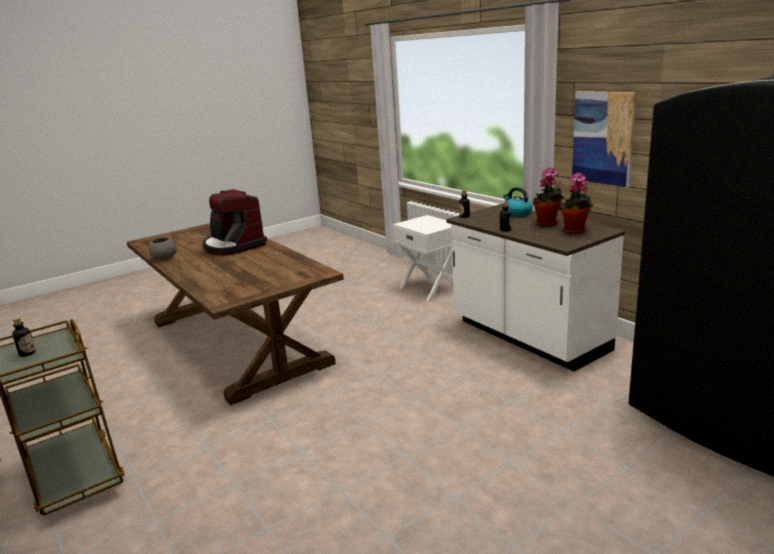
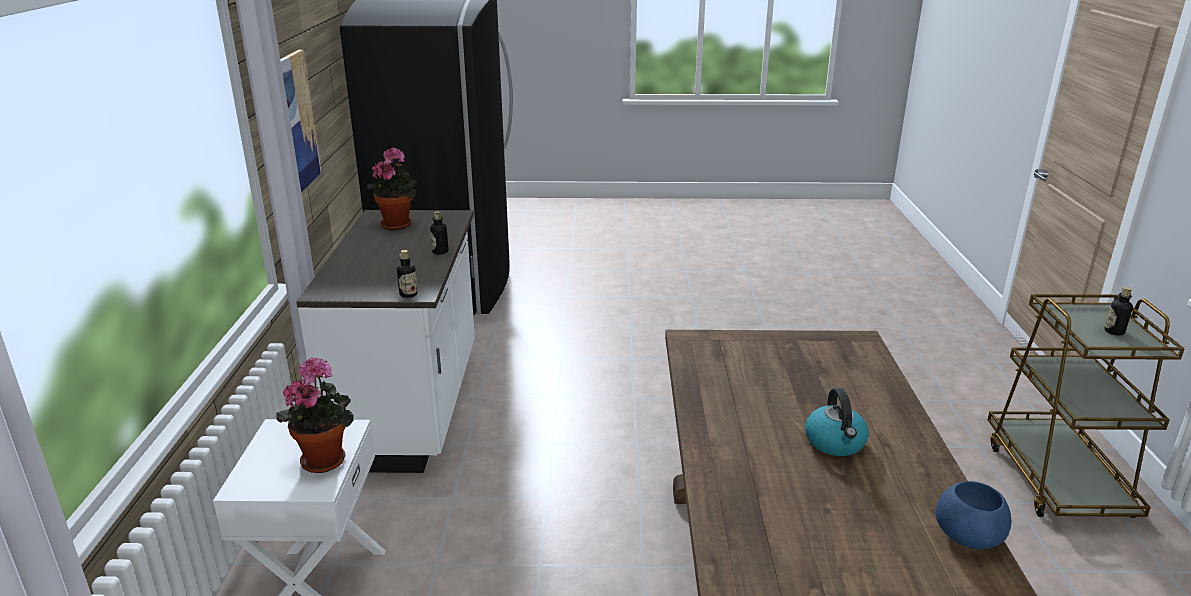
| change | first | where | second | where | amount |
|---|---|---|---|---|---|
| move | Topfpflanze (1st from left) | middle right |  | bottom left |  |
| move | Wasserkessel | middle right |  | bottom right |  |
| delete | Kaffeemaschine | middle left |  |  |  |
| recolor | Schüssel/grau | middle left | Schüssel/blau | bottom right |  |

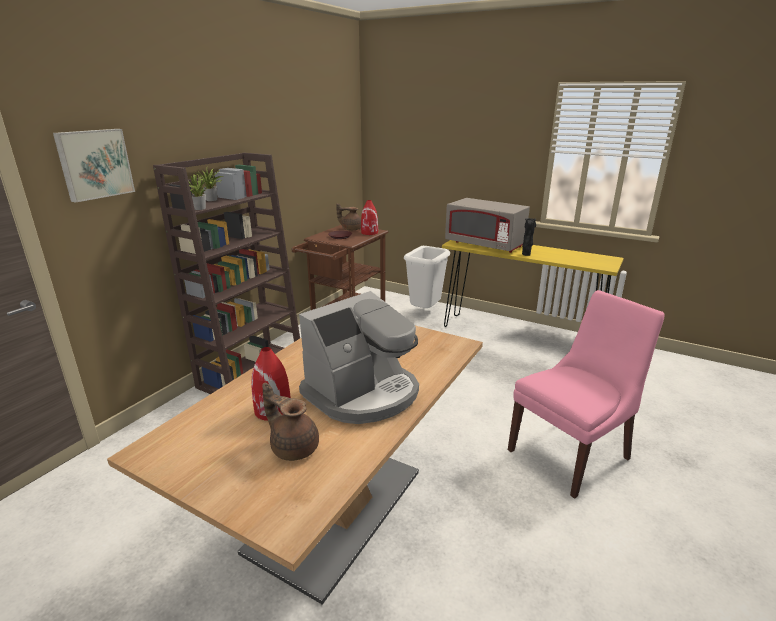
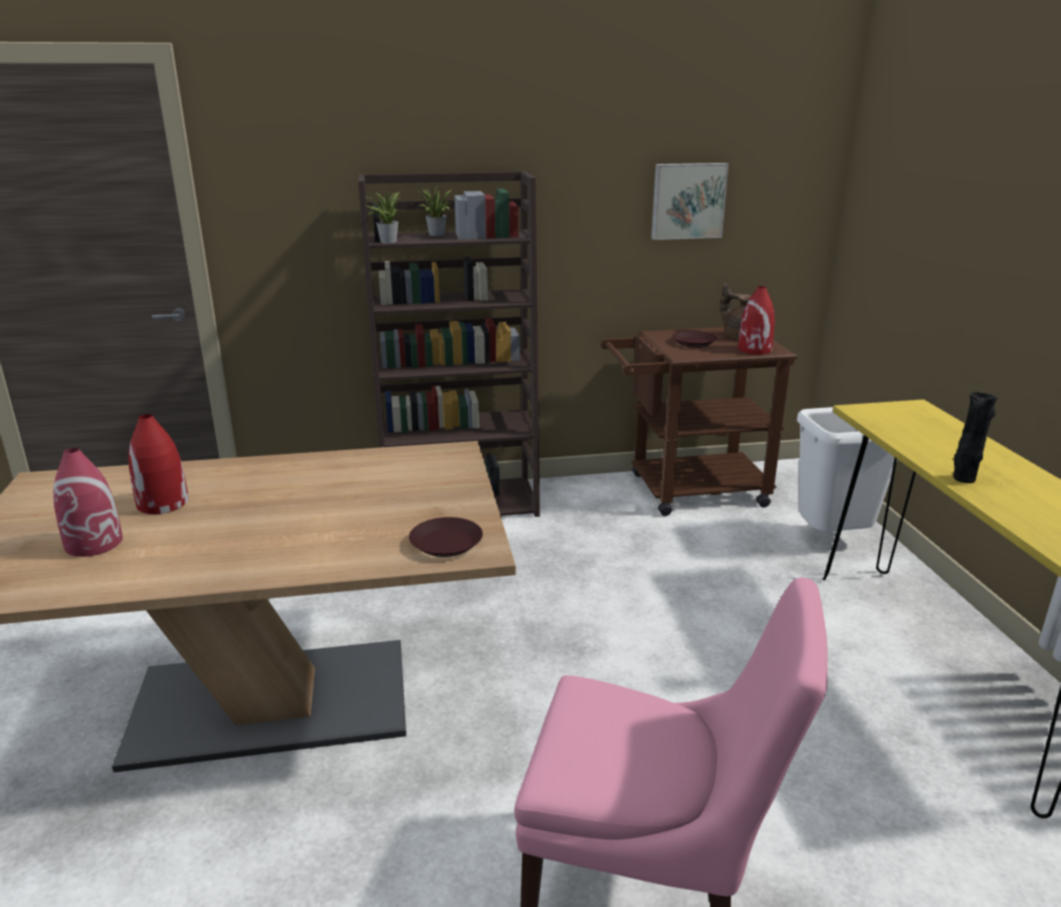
| change | first | where | second | where | amount |
|---|---|---|---|---|---|
| move | Bild | top left |  | top centre |  |
| delete | Mikrowelle/grau | centre |  |  |  |
| delete | Kaffeemaschine | centre |  |  |  |
| replace | Teekanne/braun (1st from left) | bottom centre | Vase/rot (1st from left) | middle left |  |
| insert |  |  | Teller/braun (1st from left) | centre |  |

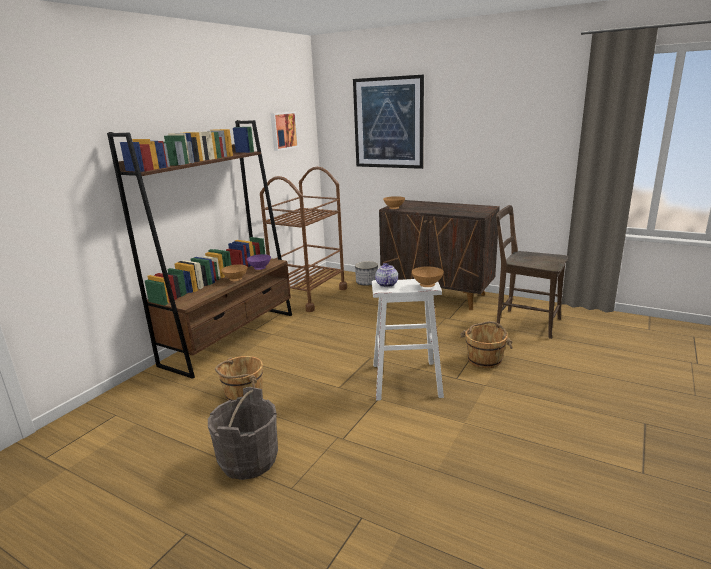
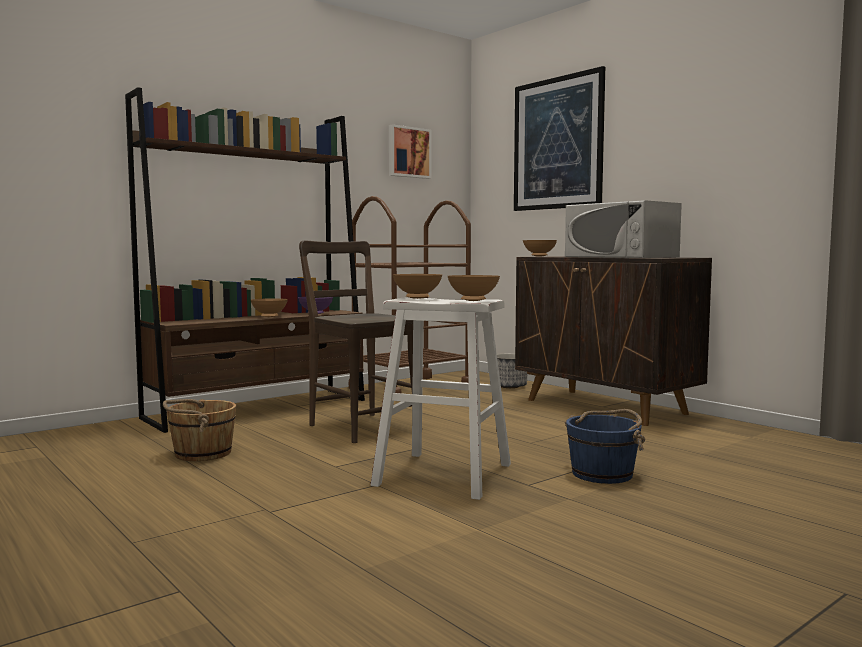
| change | first | where | second | where | amount |
|---|---|---|---|---|---|
| move | Stuhl/braun | middle right |  | centre |  |
| replace | Teekanne | centre | Schüssel/braun (2nd from left) | centre |  |
| recolor | Eimer/braun (2nd from left) | middle right | Eimer/blau | bottom right |  |
| delete | Eimer/grau | bottom centre |  |  |  |
| insert |  |  | Mikrowelle/weiß | middle right |  |

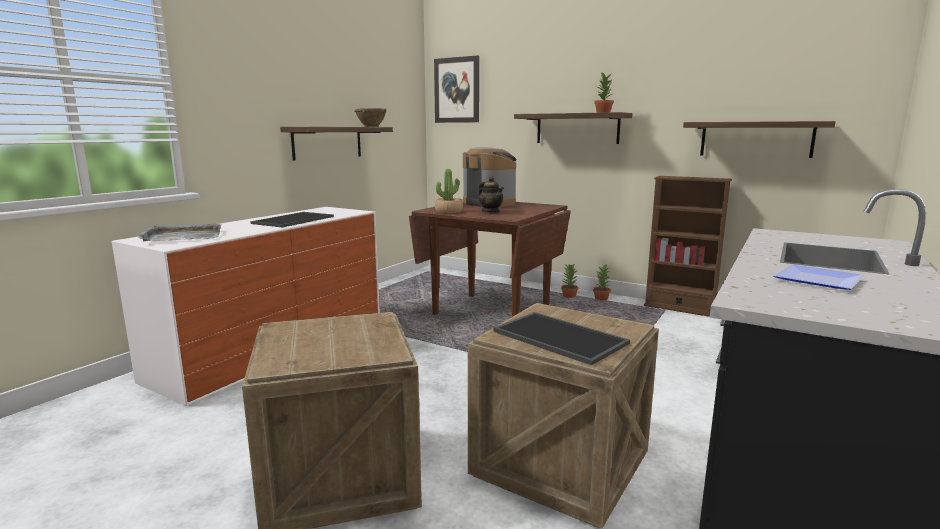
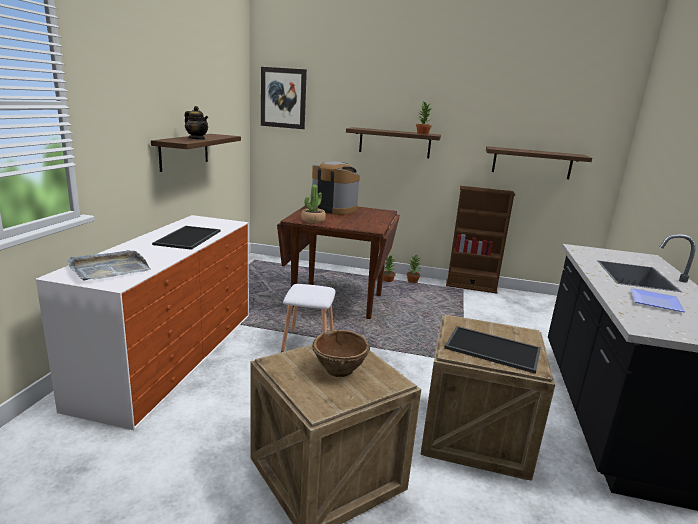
| change | first | where | second | where | amount |
|---|---|---|---|---|---|
| move | Schüssel/braun | top centre |  | bottom centre |  |
| move | Teekanne | centre |  | top left |  |
| insert |  |  | Hocker/weiß | centre |  |

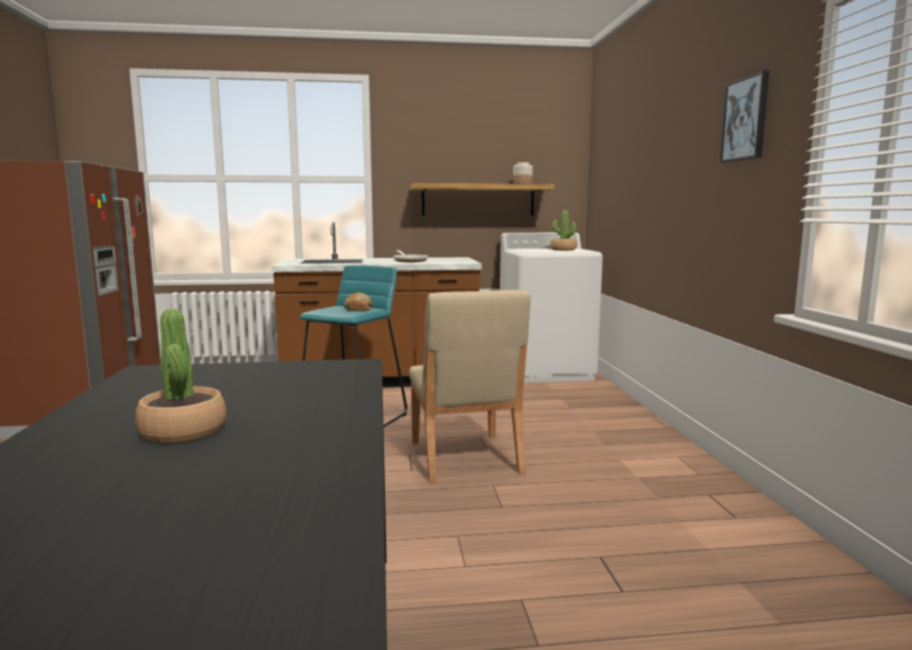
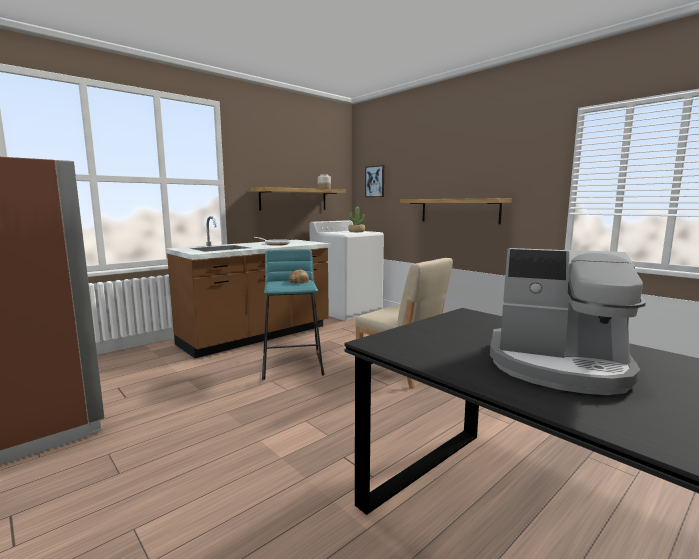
| change | first | where | second | where | amount |
|---|---|---|---|---|---|
| move | Bild | top right |  | top centre |  |
| replace | Topfpflanze (1st from left) | middle left | Kaffeemaschine | middle right |  |
| insert |  |  | Wandregal (2nd from left) | centre |  |

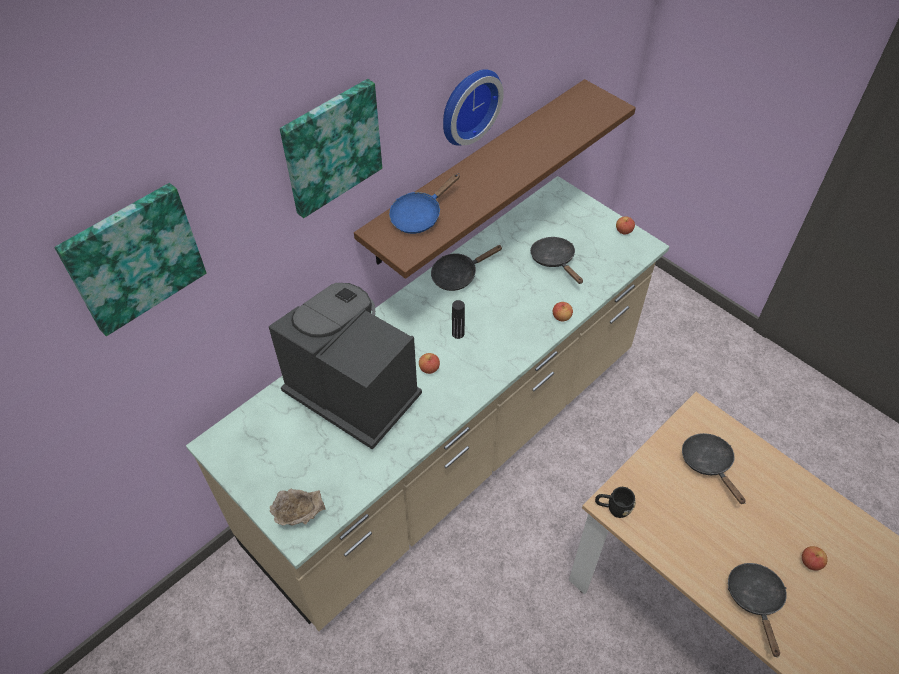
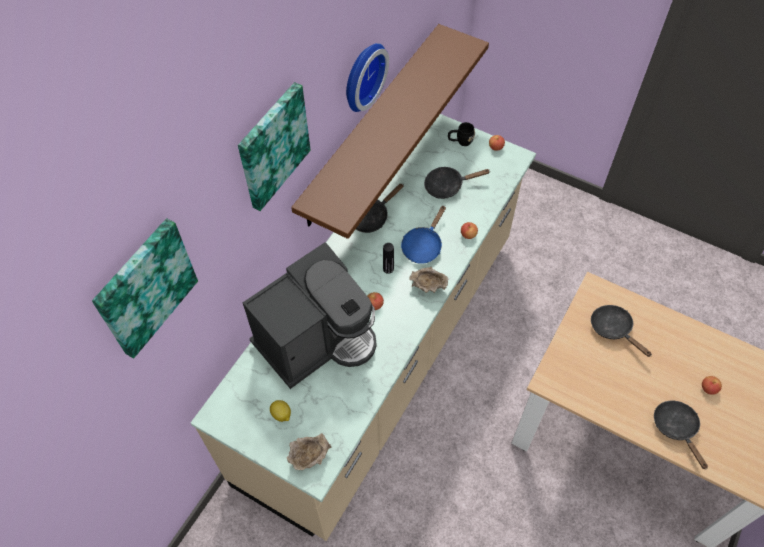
| change | first | where | second | where | amount |
|---|---|---|---|---|---|
| move | Pfanne/blau | top centre |  | centre |  |
| rotate | Pfanne/schwarz (2nd from left) | centre |  | centre | 60 degrees counterclockwise |
| rotate | Kaffeemaschine | centre |  | centre | 120 degrees clockwise |
| move | Henkelbecher/schwarz | bottom right |  | top centre |  |
| insert |  |  | Schüssel/beige (2nd from left) | centre |  |
| insert |  |  | Zitrone | bottom centre |  |

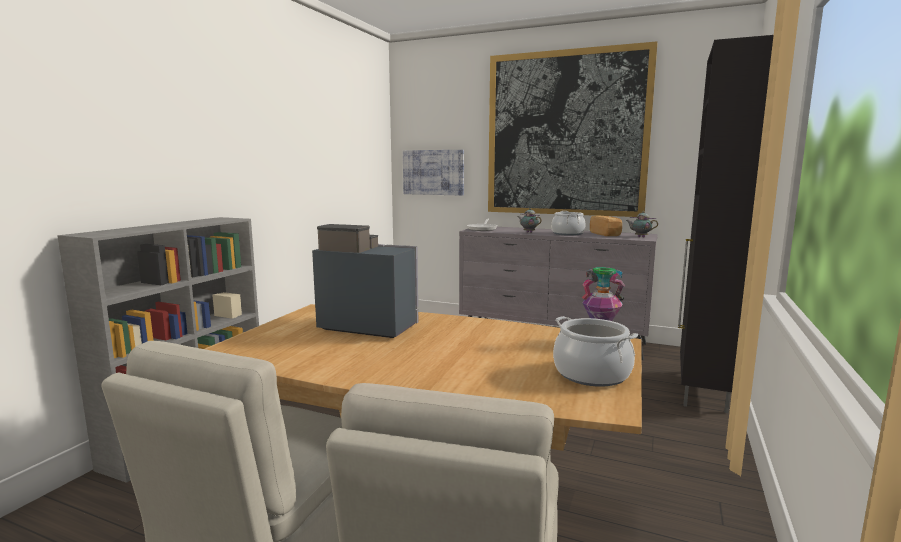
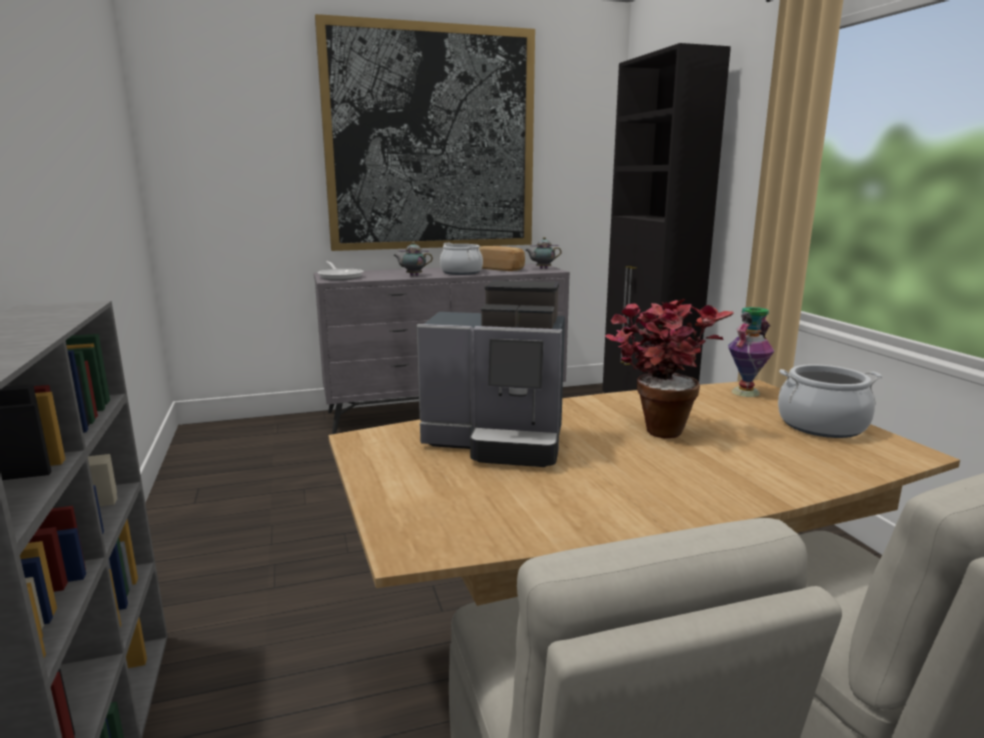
| change | first | where | second | where | amount |
|---|---|---|---|---|---|
| delete | Bild (1st from left) | top centre |  |  |  |
| rotate | Kaffeemaschine | centre |  | centre | 150 degrees counterclockwise |
| insert |  |  | Topfpflanze | middle right |  |

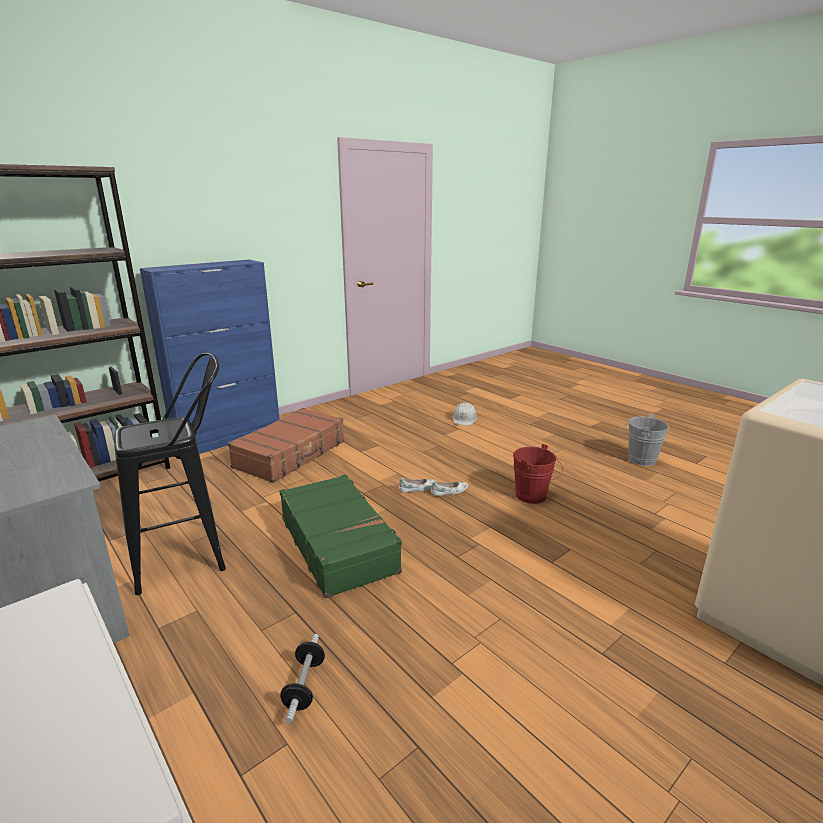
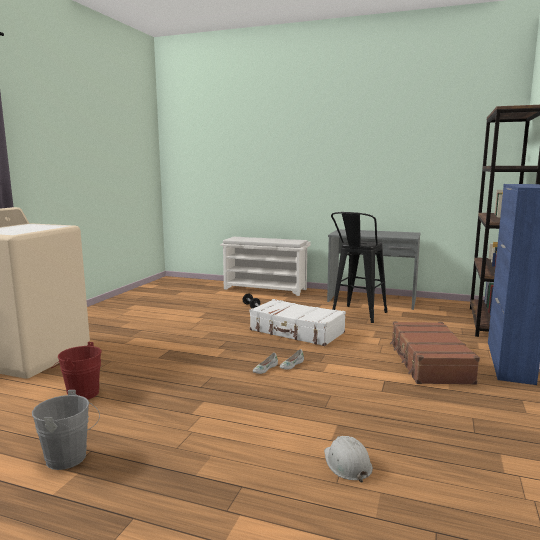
| change | first | where | second | where | amount |
|---|---|---|---|---|---|
| move | Eimer/rot | centre |  | bottom left |  |
| recolor | Koffer/grün | centre | Koffer/weiß | centre |  |

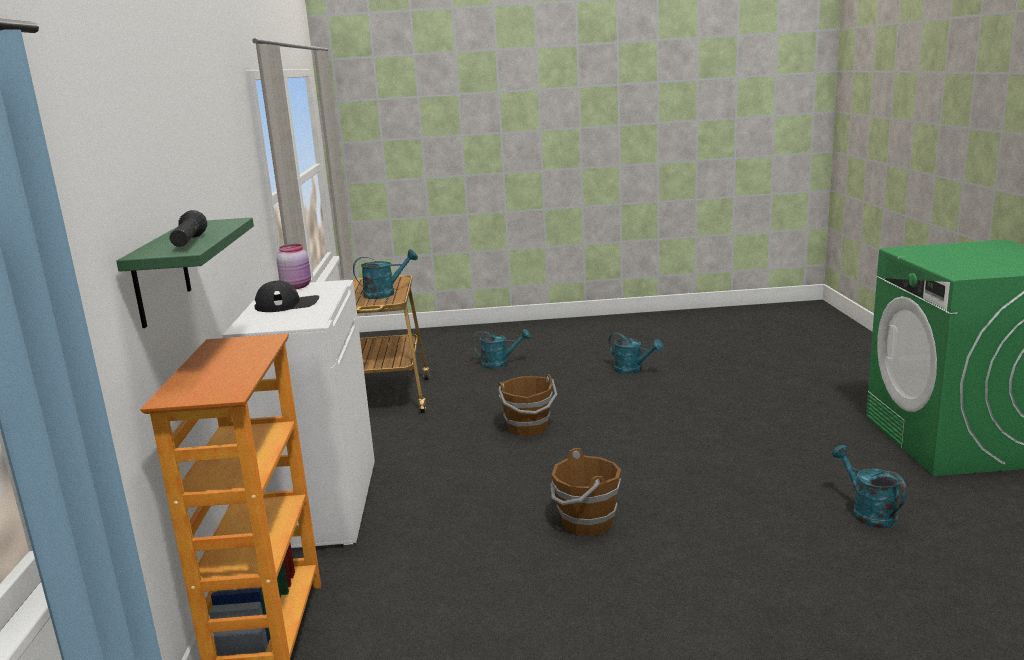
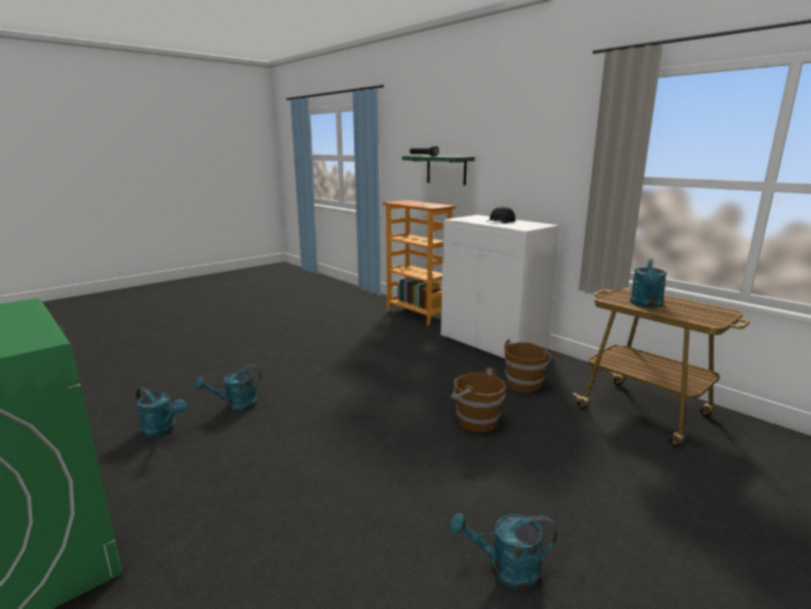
| change | first | where | second | where | amount |
|---|---|---|---|---|---|
| delete | Vorratsglas/rosa | middle left |  |  |  |
| move | Gießkanne/türkis (2nd from left) | centre |  | middle left |  |
| move | Eimer/braun (2nd from left) | bottom centre |  | centre |  |

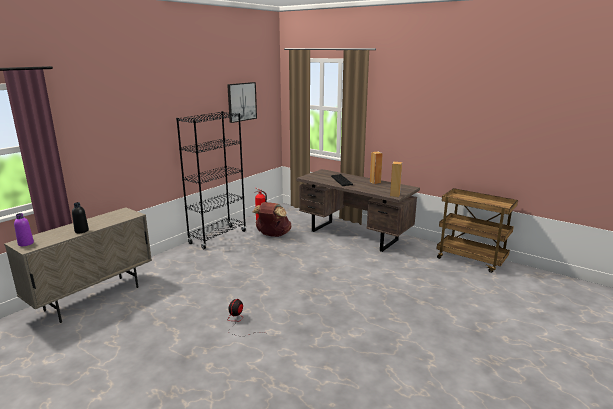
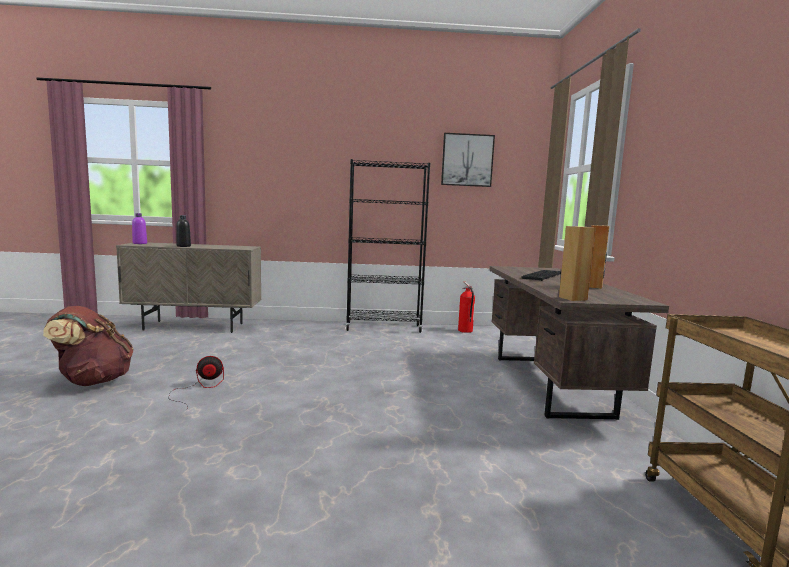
| change | first | where | second | where | amount |
|---|---|---|---|---|---|
| move | Rucksack/braun | centre |  | middle left |  |

